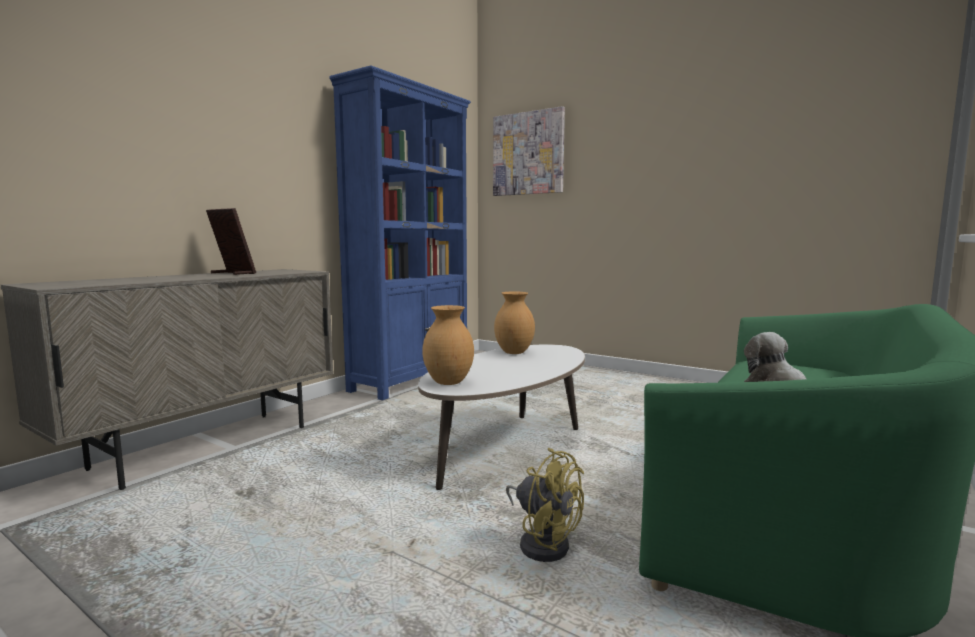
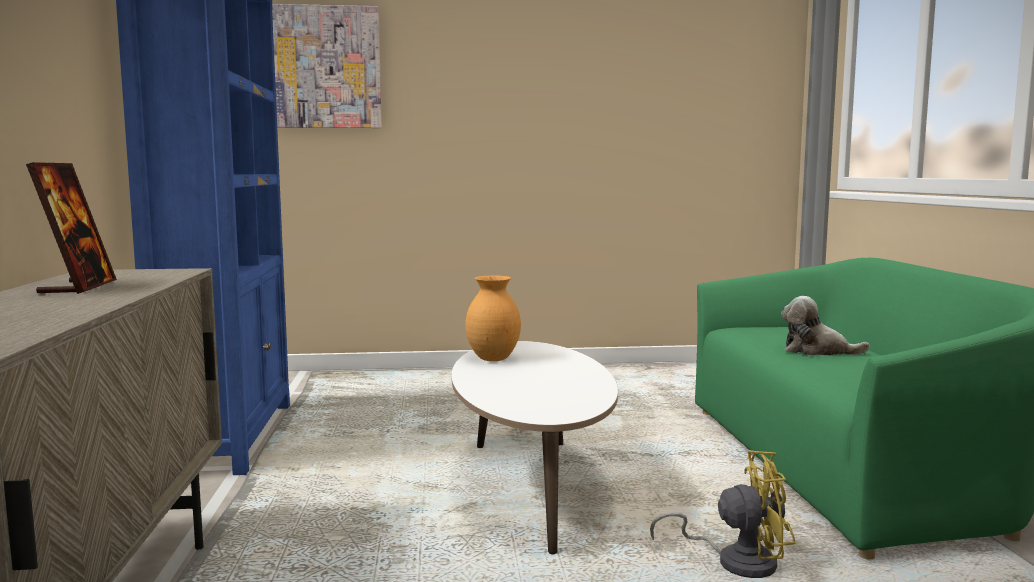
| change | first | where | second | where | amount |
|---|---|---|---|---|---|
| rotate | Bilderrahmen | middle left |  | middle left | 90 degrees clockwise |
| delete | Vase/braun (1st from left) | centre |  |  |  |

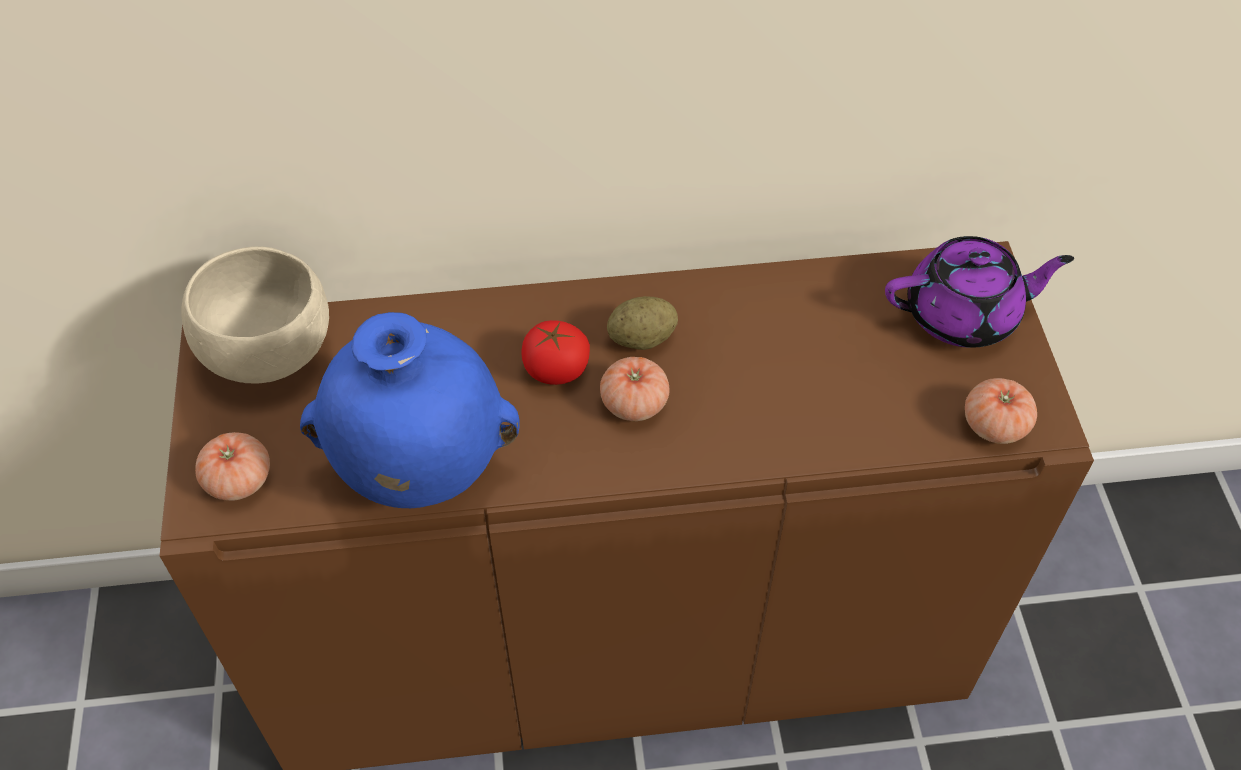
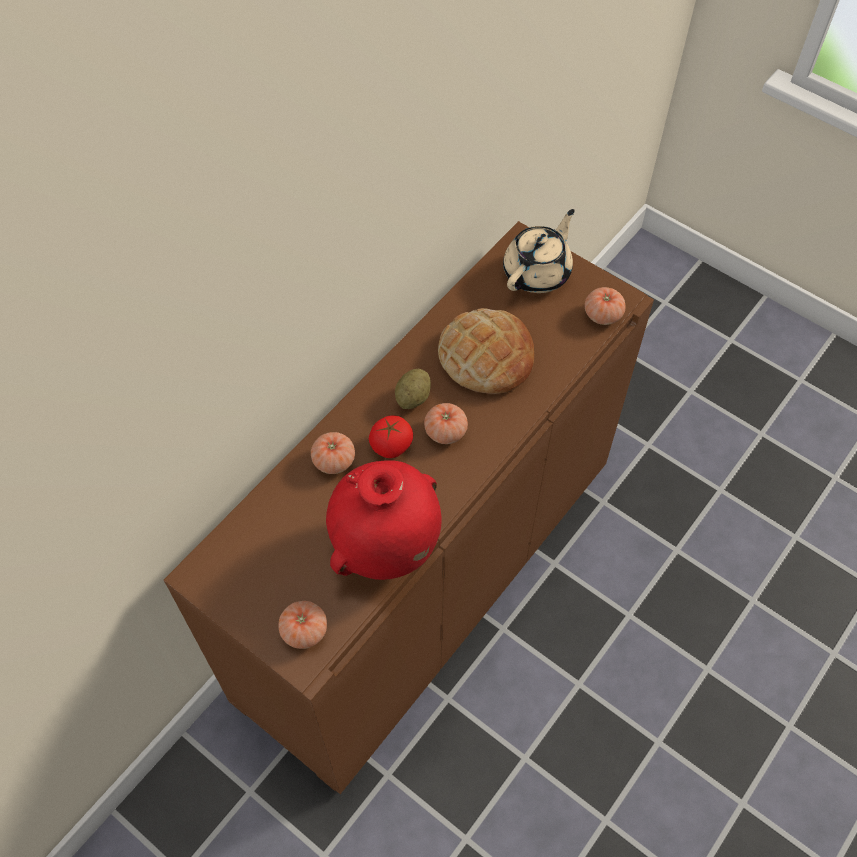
| change | first | where | second | where | amount |
|---|---|---|---|---|---|
| recolor | Teekanne/lila | middle right | Teekanne/beige | top centre |  |
| delete | Schüssel/beige | middle left |  |  |  |
| recolor | Vase/blau | middle left | Vase/rot | centre |  |
| insert |  |  | Brot | centre |  |
| insert |  |  | Tomate (2nd from left) | centre |  |

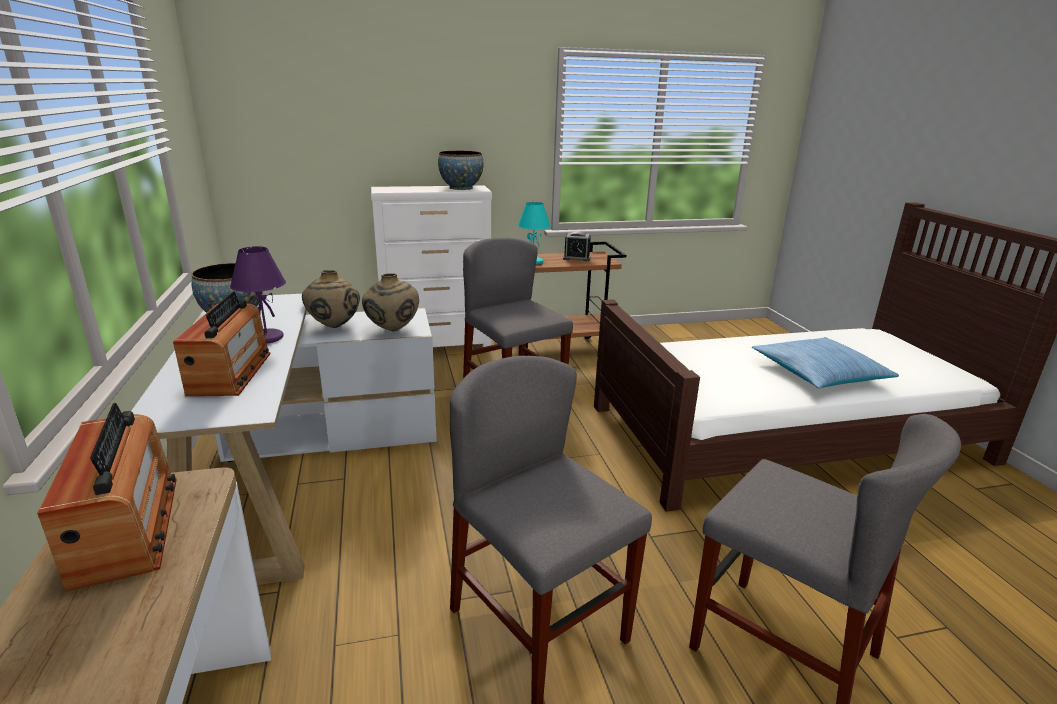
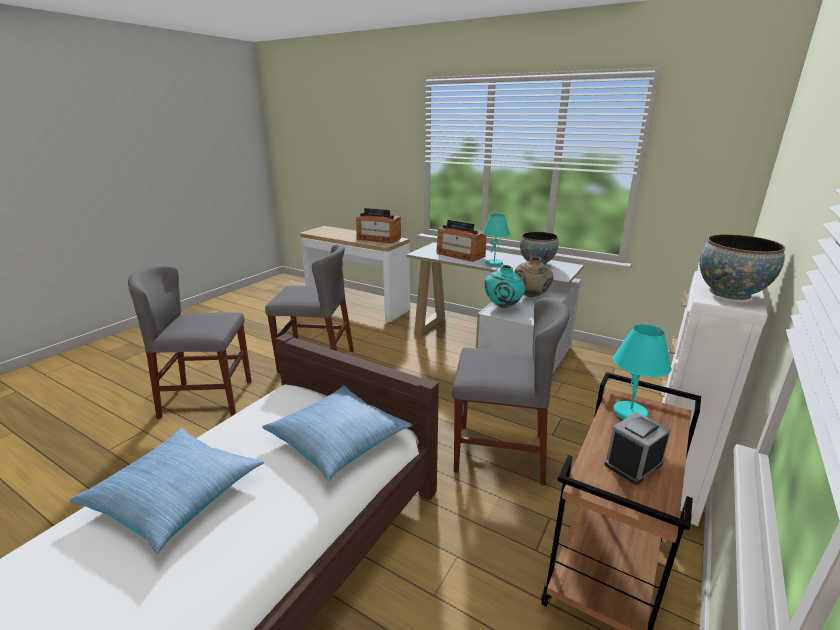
| change | first | where | second | where | amount |
|---|---|---|---|---|---|
| recolor | Tischlampe/lila | middle left | Tischlampe/türkis (1st from left) | centre |  |
| recolor | Vase/beige (2nd from left) | centre | Vase/türkis | centre |  |
| insert |  |  | Kissen (2nd from left) | bottom centre |  |

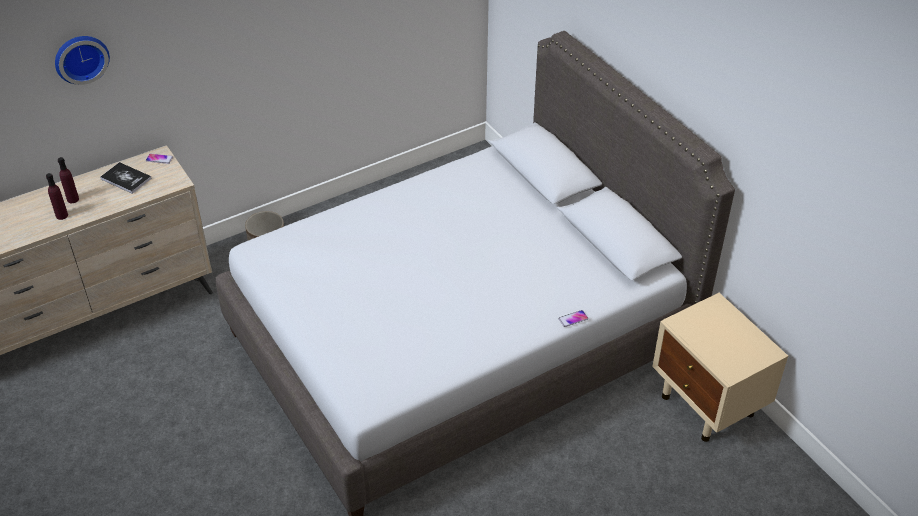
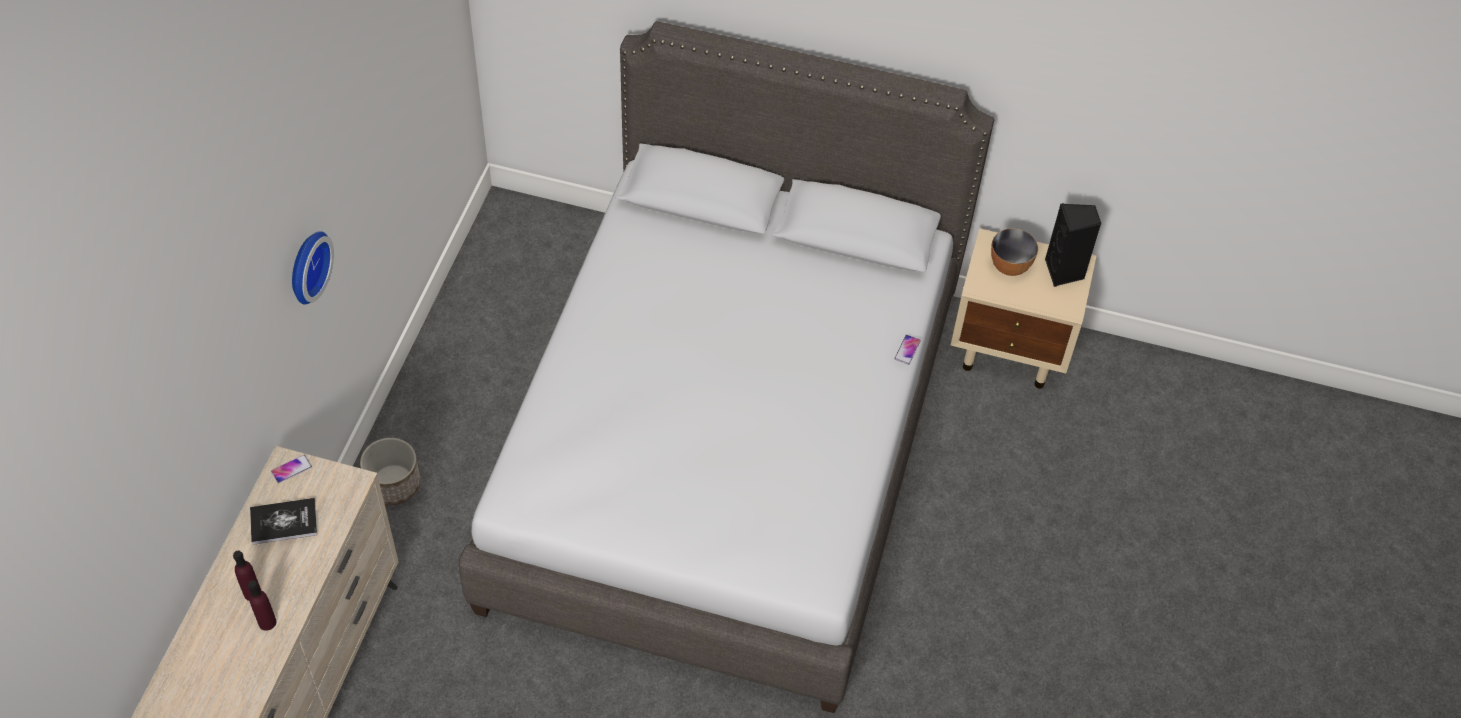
| change | first | where | second | where | amount |
|---|---|---|---|---|---|
| move | Wanduhr | top left |  | middle left |  |
| insert |  |  | Lautsprecher/schwarz | middle right |  |
| insert |  |  | Schüssel | middle right |  |

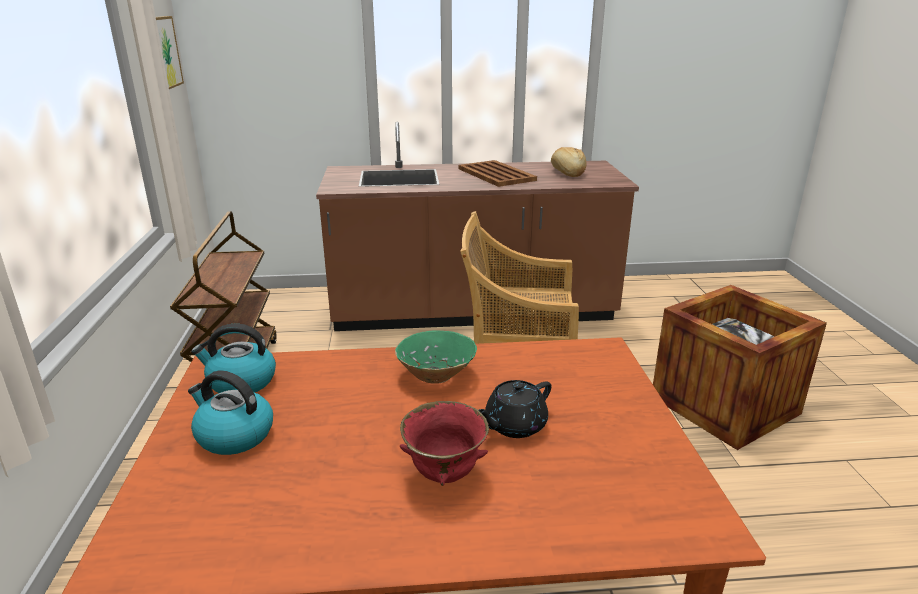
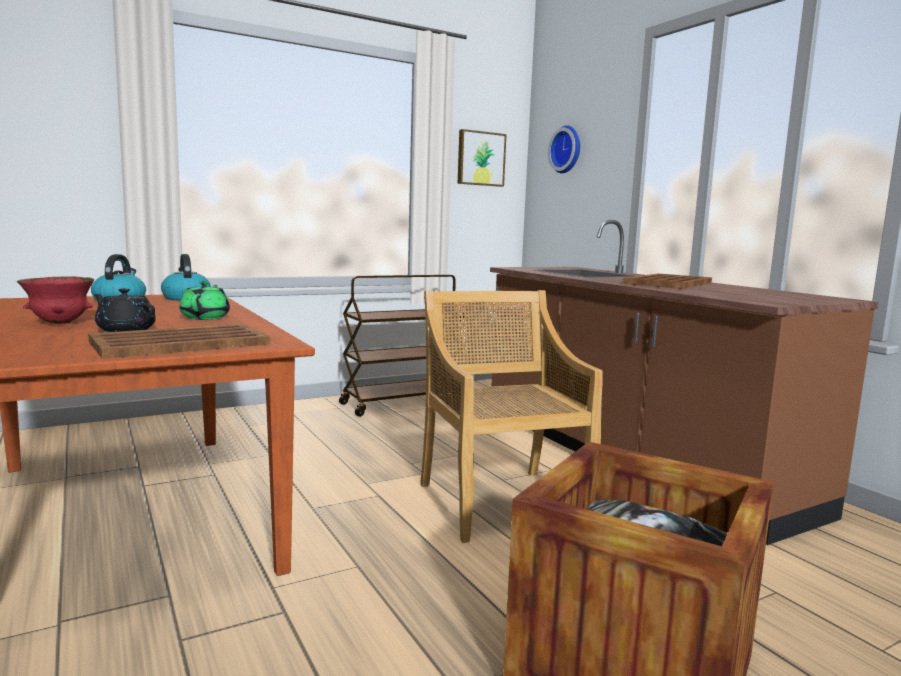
| change | first | where | second | where | amount |
|---|---|---|---|---|---|
| delete | Brot | top centre |  |  |  |
| replace | Schüssel/grün | centre | Teekanne/grün | middle left |  |
| insert |  |  | Wanduhr | top centre |  |
| insert |  |  | Tablett/braun (1st from left) | middle left |  |

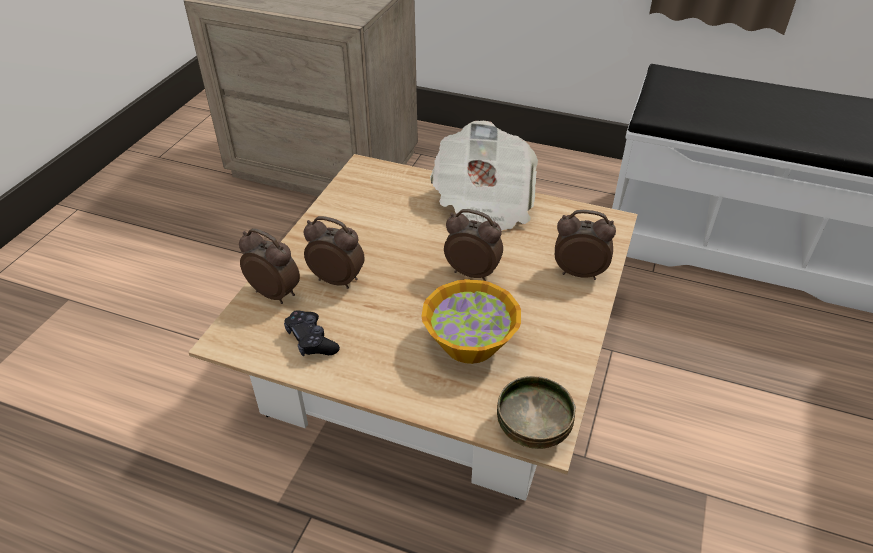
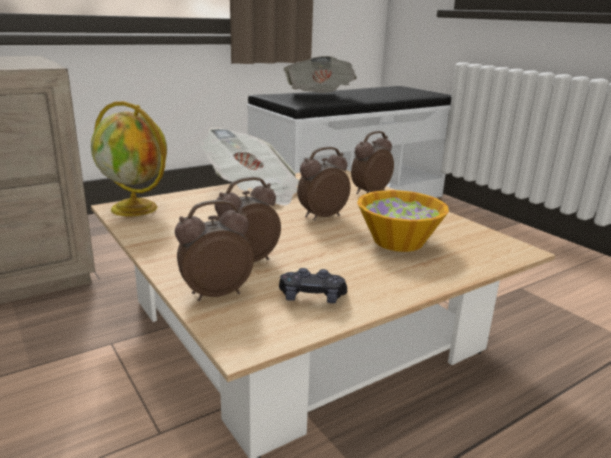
| change | first | where | second | where | amount |
|---|---|---|---|---|---|
| delete | Schüssel (2nd from left) | bottom centre |  |  |  |
| insert |  |  | Zeitung (2nd from left) | top centre |  |
| insert |  |  | Globus | middle left |  |

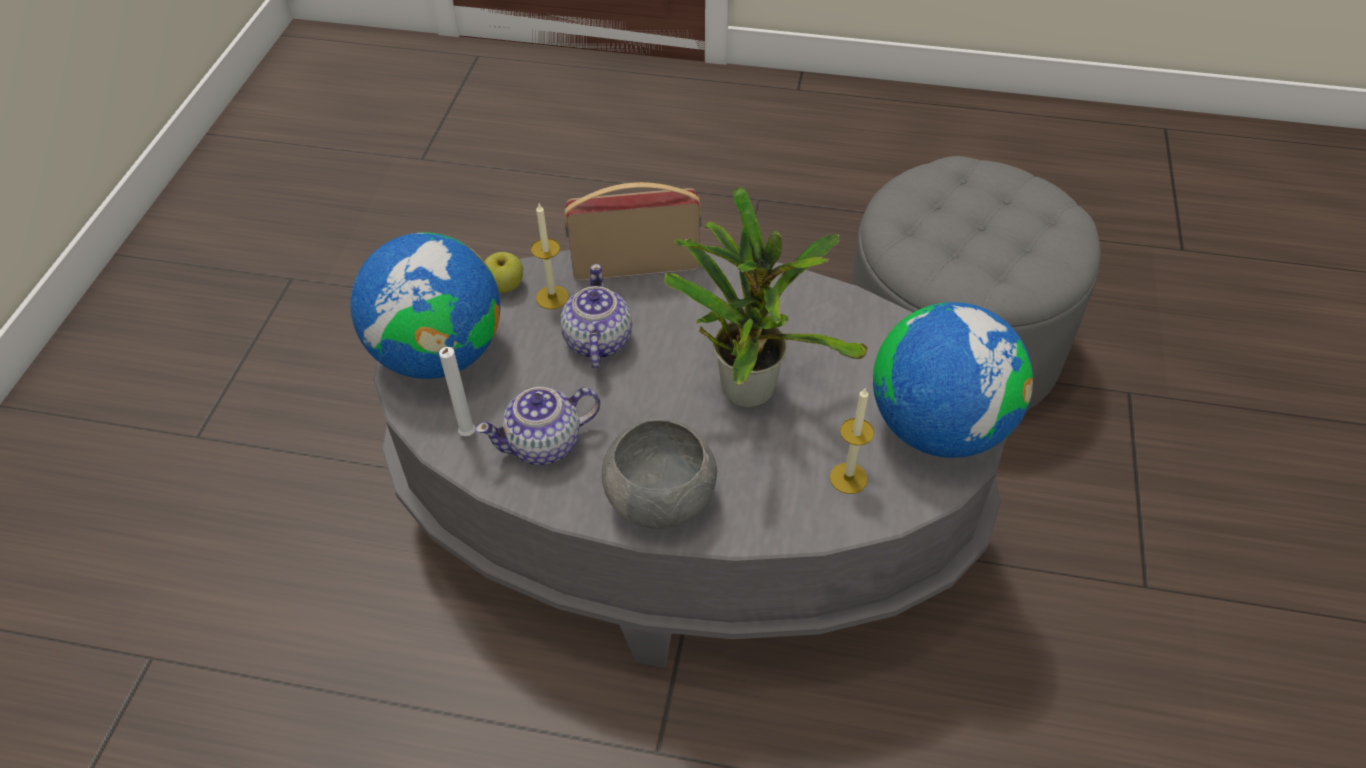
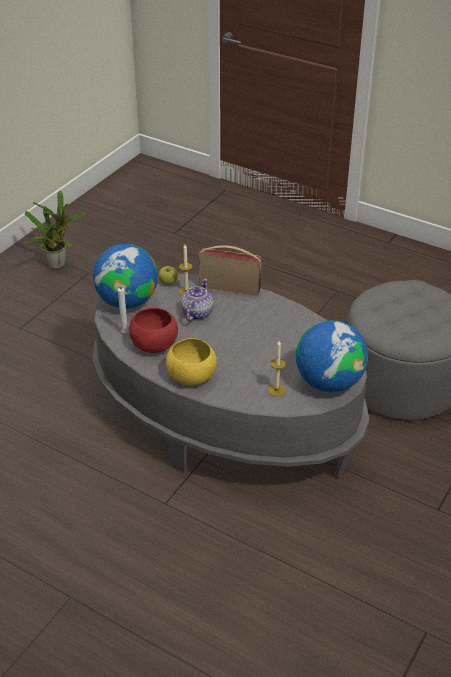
| change | first | where | second | where | amount |
|---|---|---|---|---|---|
| move | Topfpflanze | centre |  | middle left |  |
| replace | Teekanne (1st from left) | centre | Schüssel/rot | centre |  |
| recolor | Schüssel/grau | centre | Schüssel/gelb | centre |  |

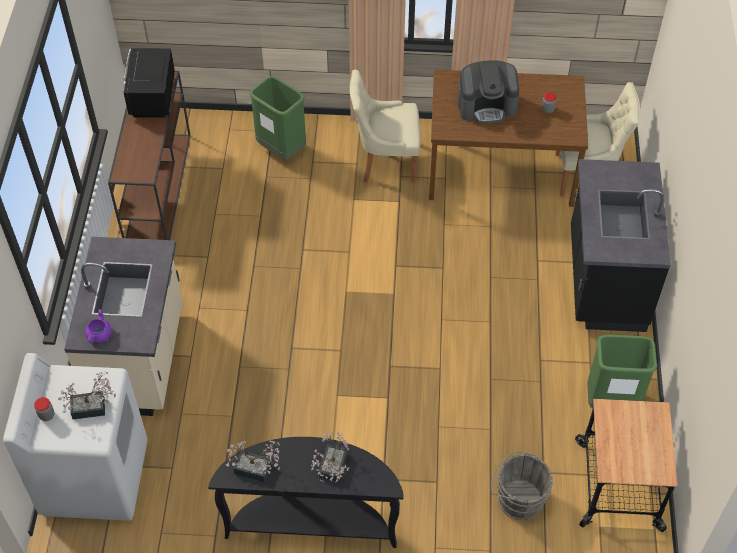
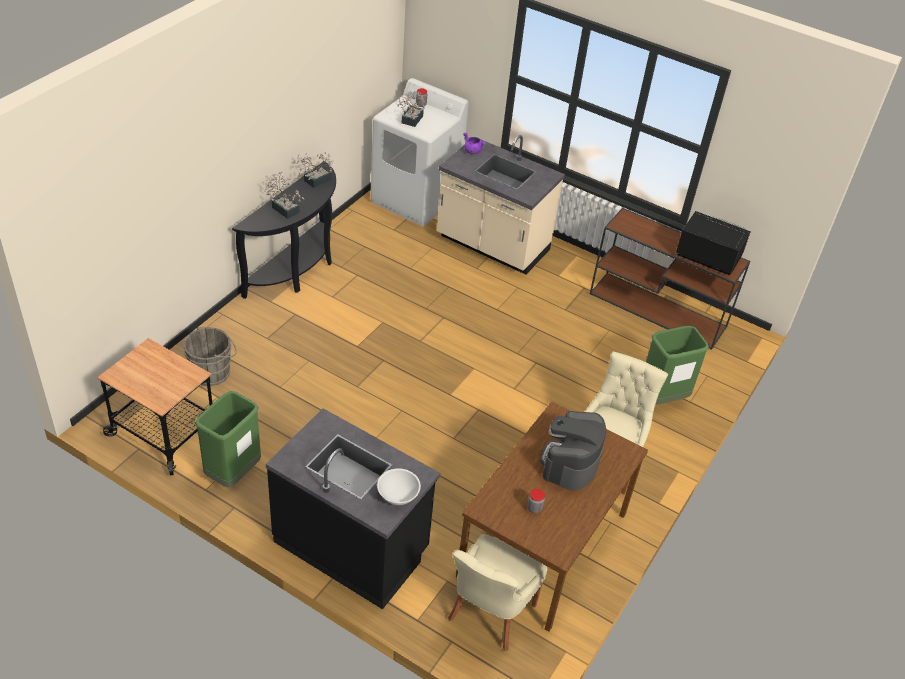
| change | first | where | second | where | amount |
|---|---|---|---|---|---|
| insert |  |  | Schüssel/weiß | bottom centre |  |

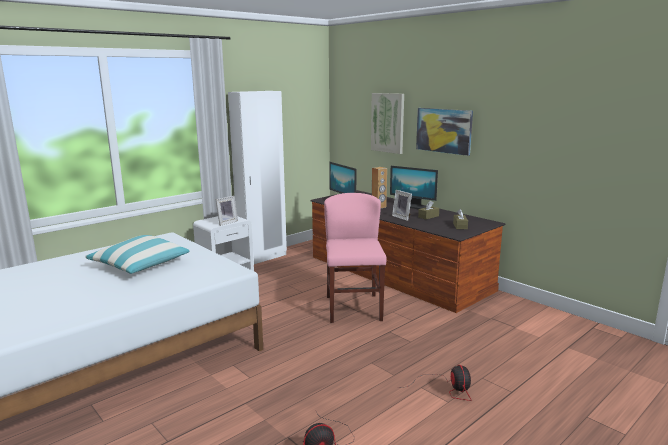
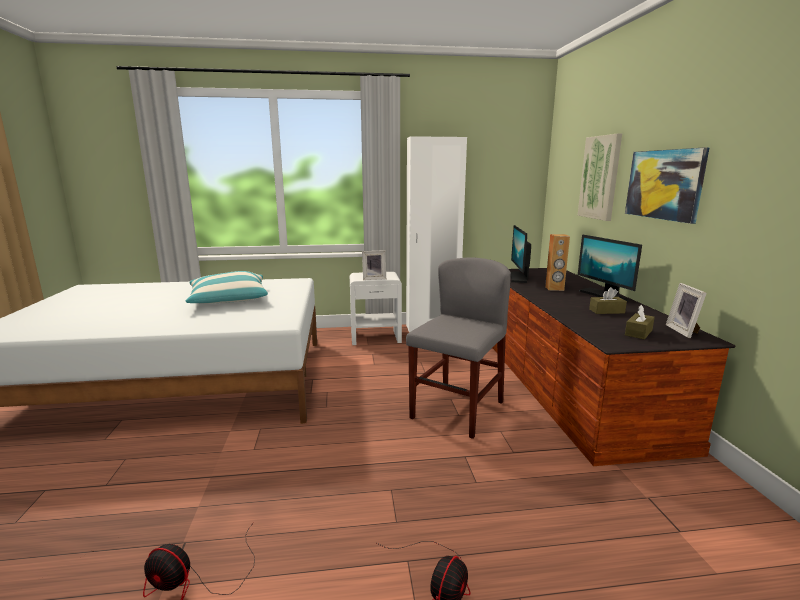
| change | first | where | second | where | amount |
|---|---|---|---|---|---|
| move | Bilderrahmen (2nd from left) | centre |  | middle right |  |
| recolor | Stuhl/rosa | centre | Stuhl/grau | centre |  |

